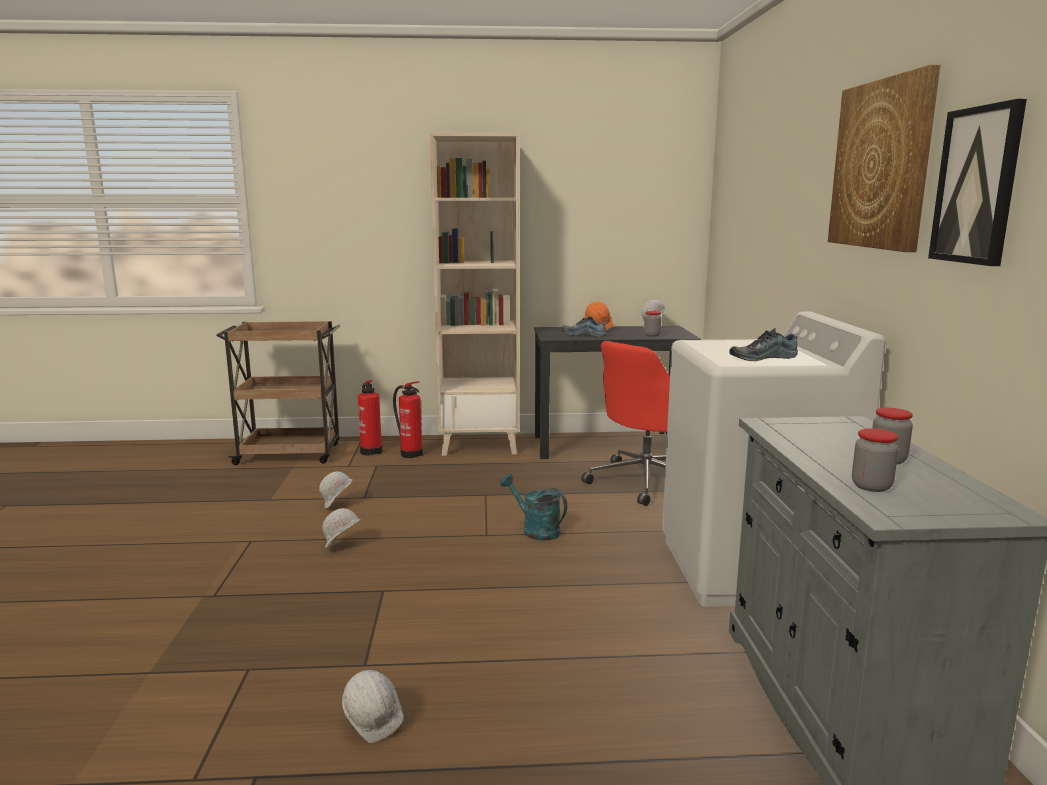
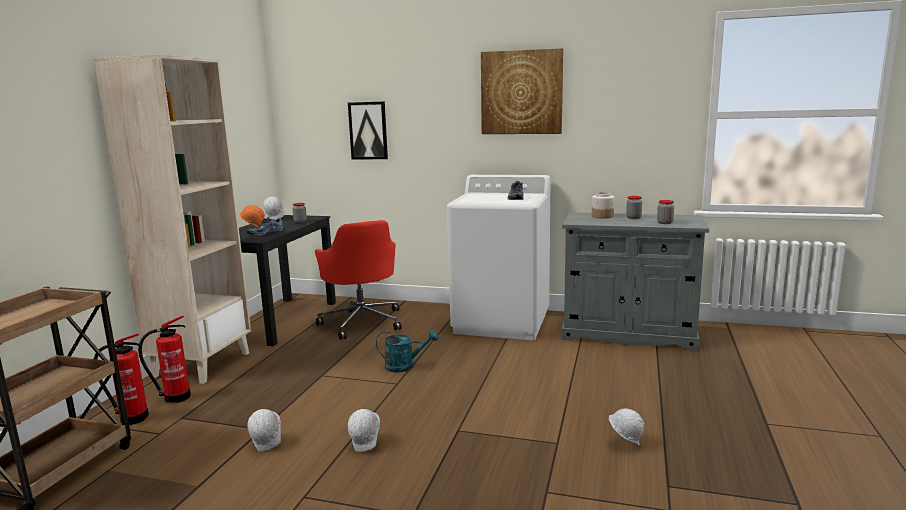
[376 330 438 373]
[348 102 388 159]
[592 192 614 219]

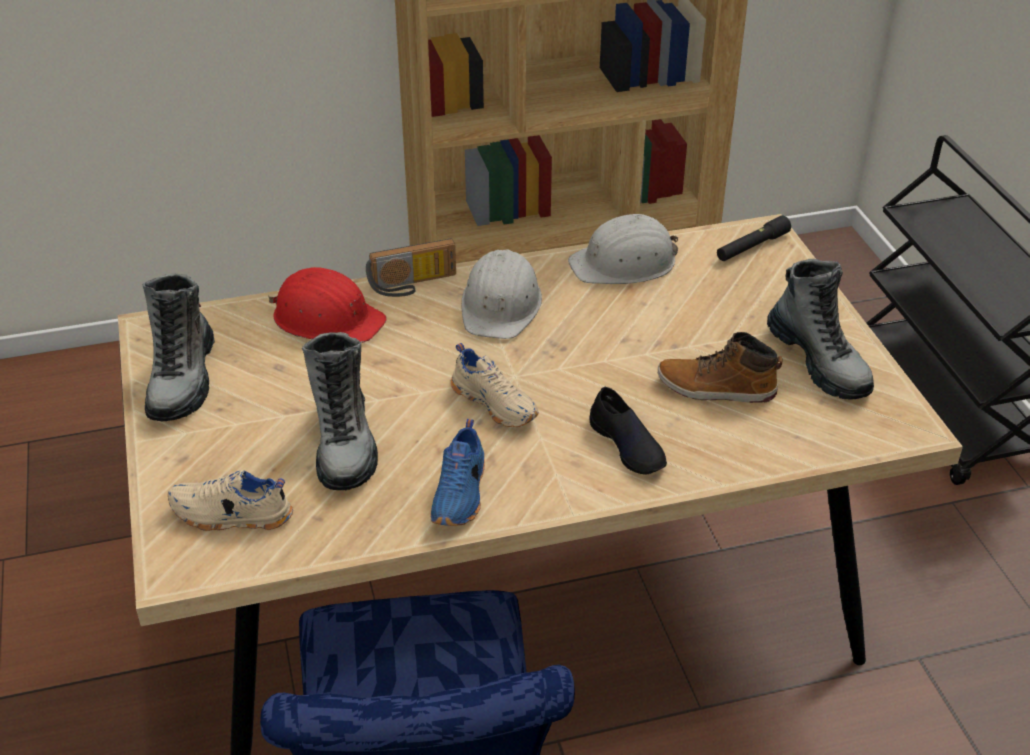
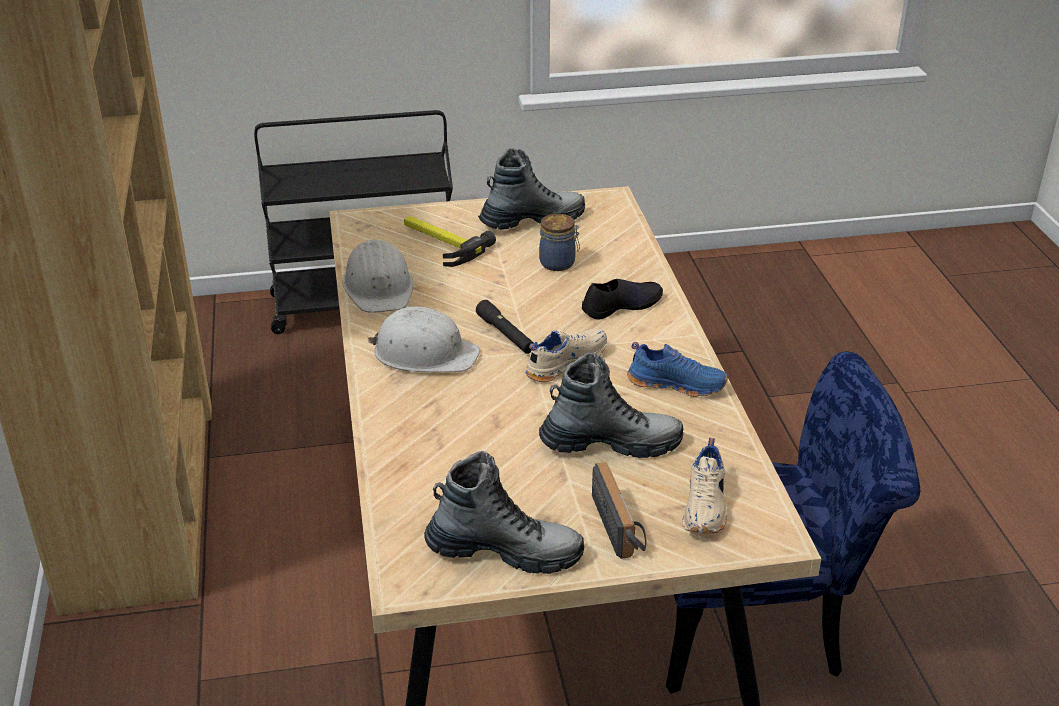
[268 267 387 343] (first image)
[592 462 646 559]
[539 214 580 271]
[476 300 534 354]
[404 216 496 267]

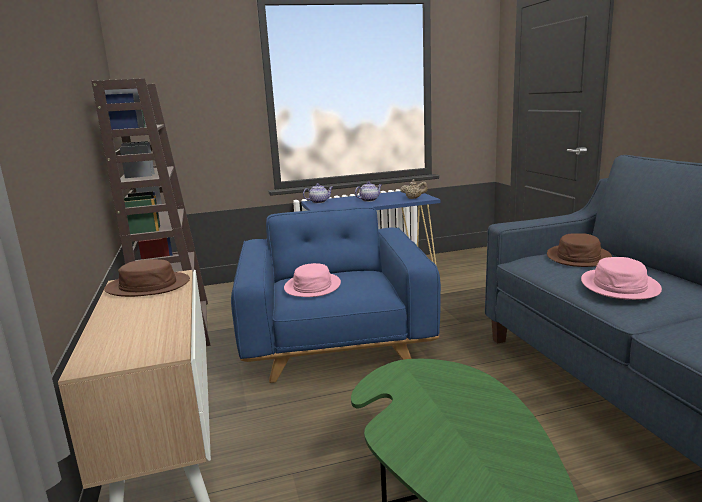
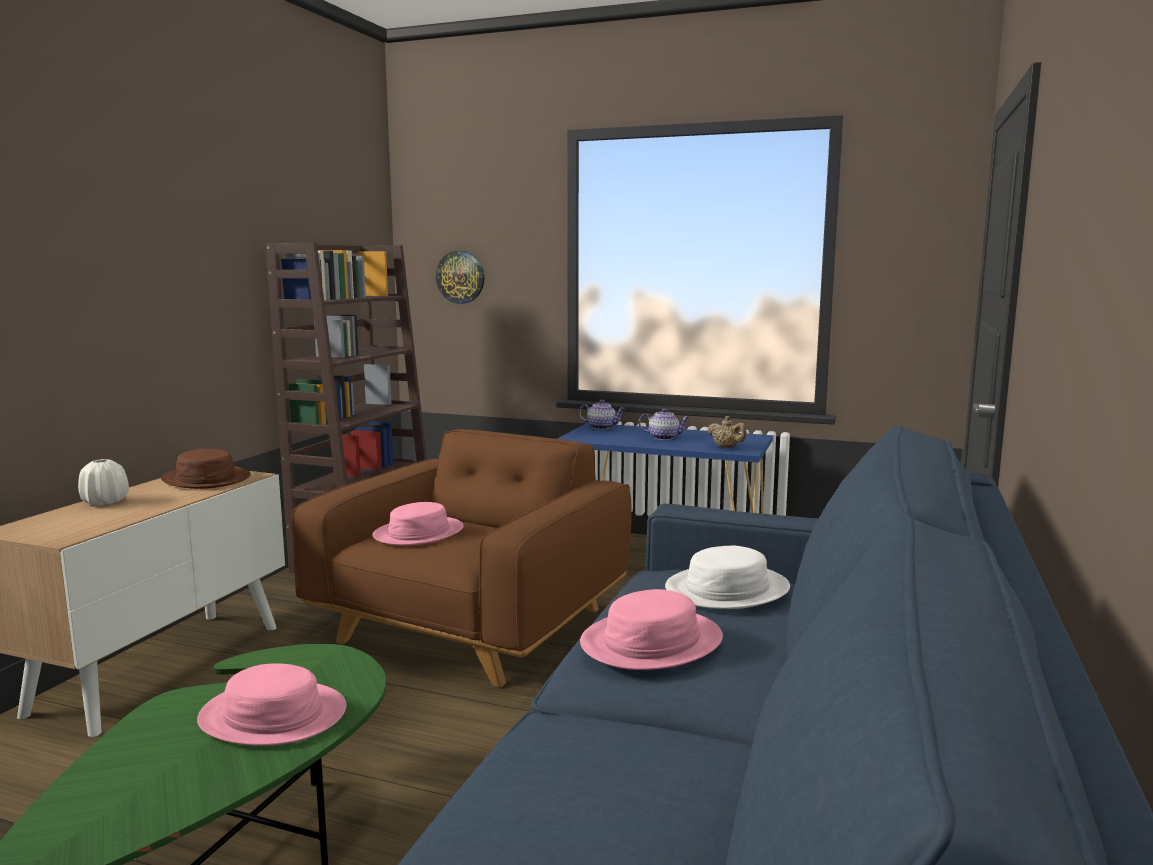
[292 429 632 687]
[665 546 790 609]
[78 459 129 505]
[197 663 346 746]
[436 251 485 304]

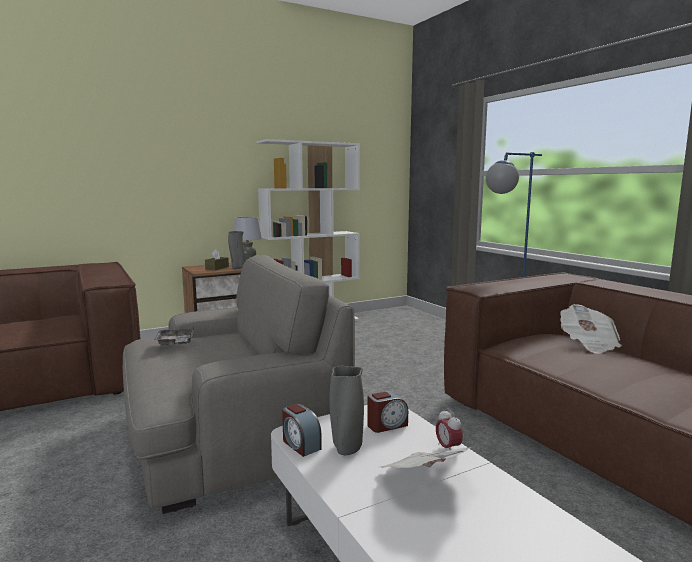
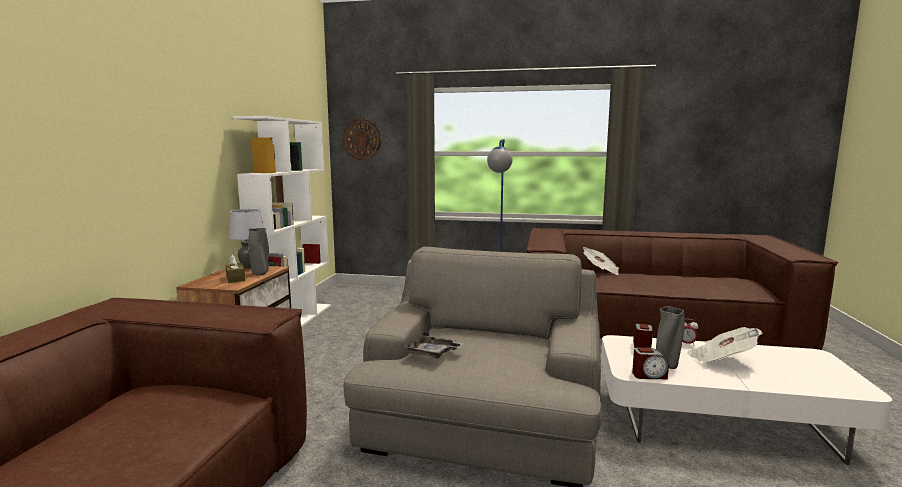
[343 119 381 160]

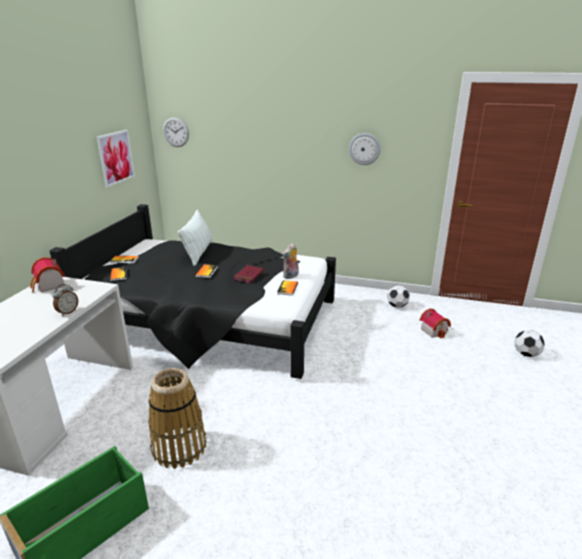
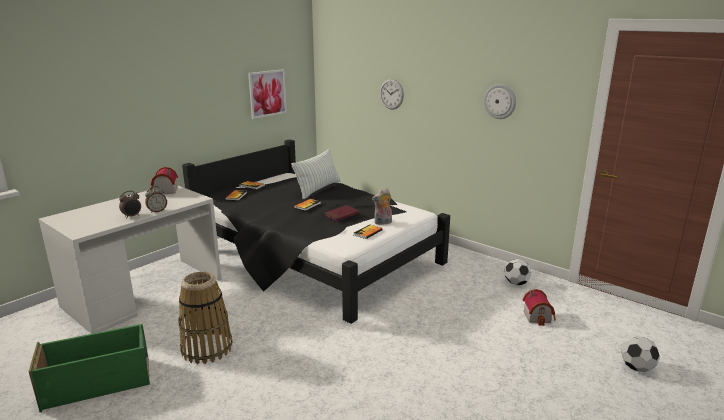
[380 79 404 109]
[119 191 141 219]

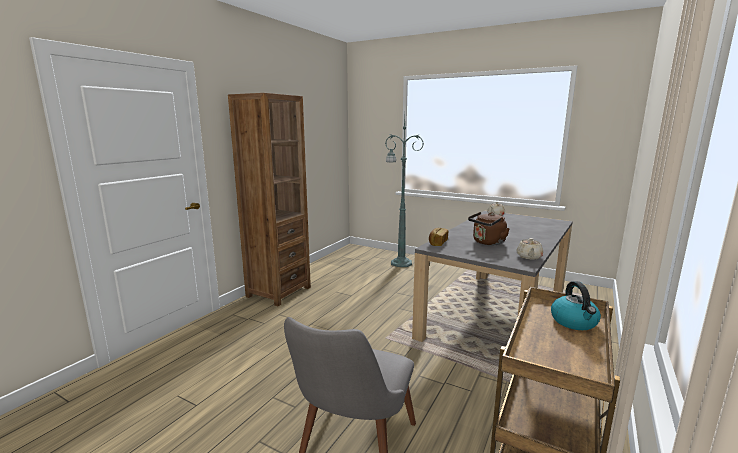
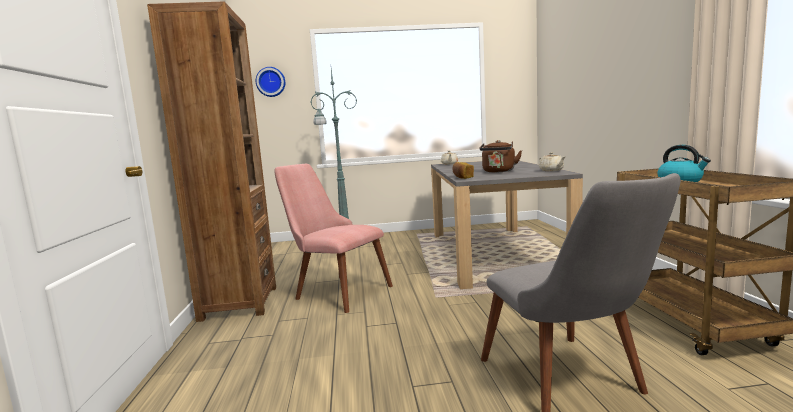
[256 67 285 97]
[274 164 393 313]

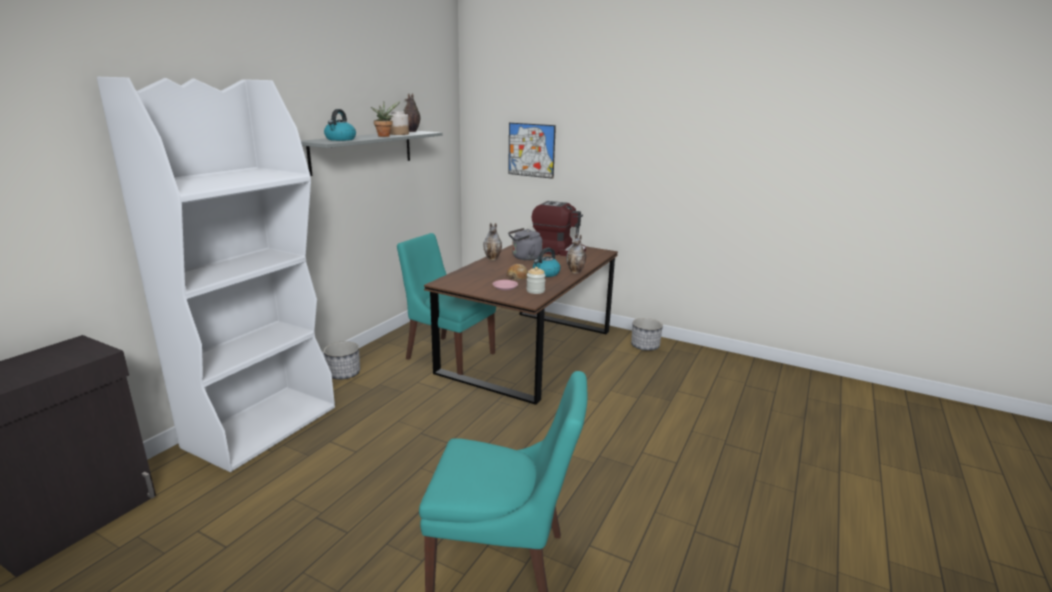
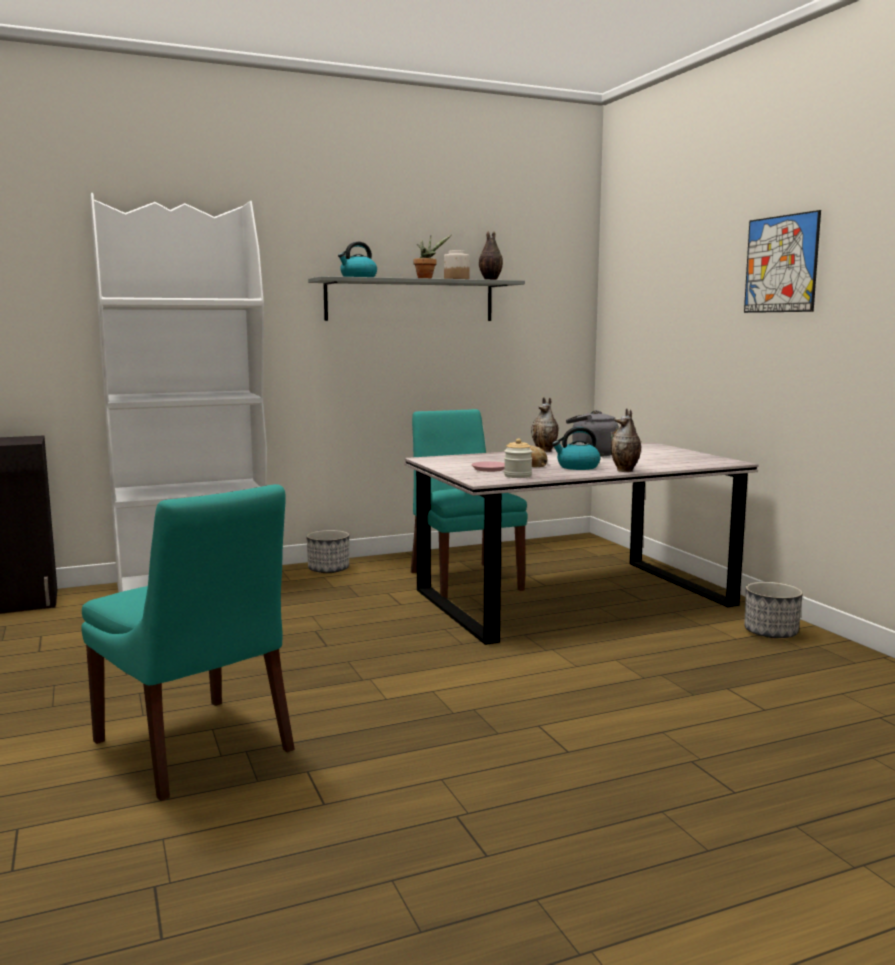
[404 442 759 645]
[744 210 821 313]
[532 201 586 256] (first image)

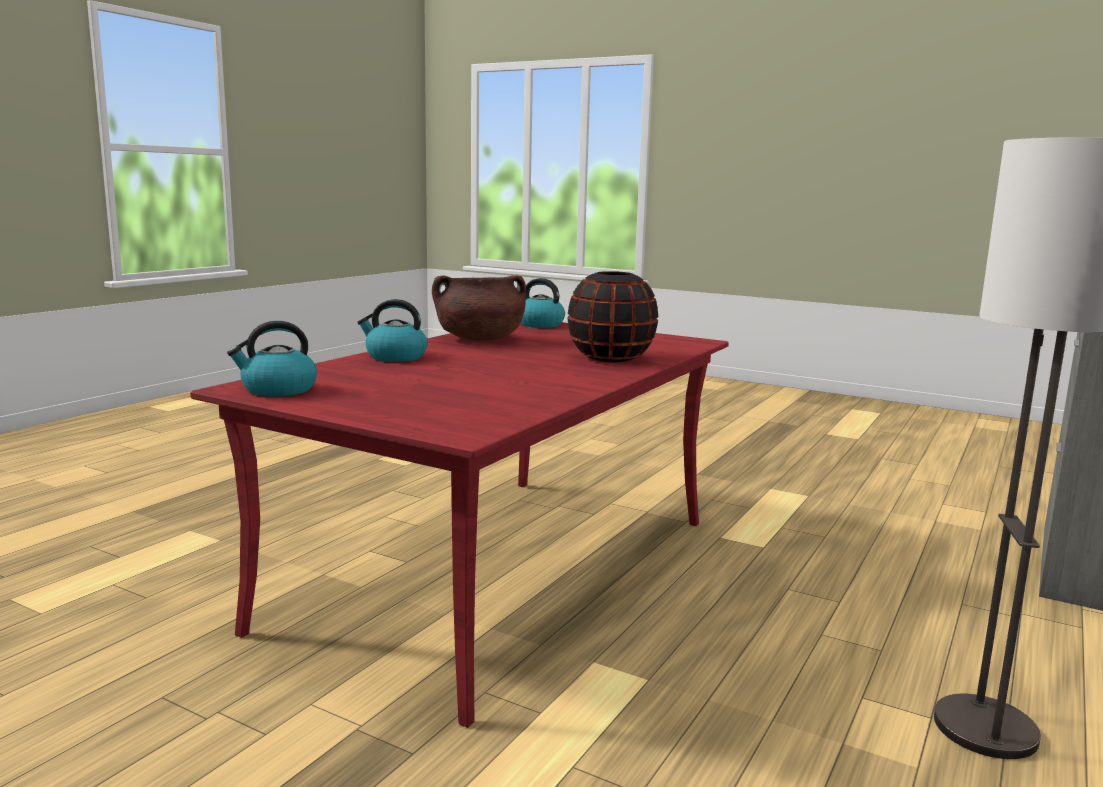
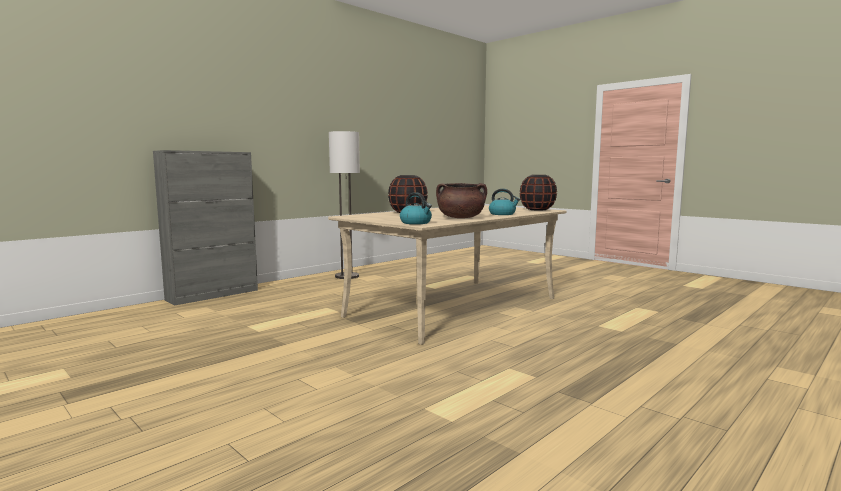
[328 205 567 345]
[520 175 557 211]

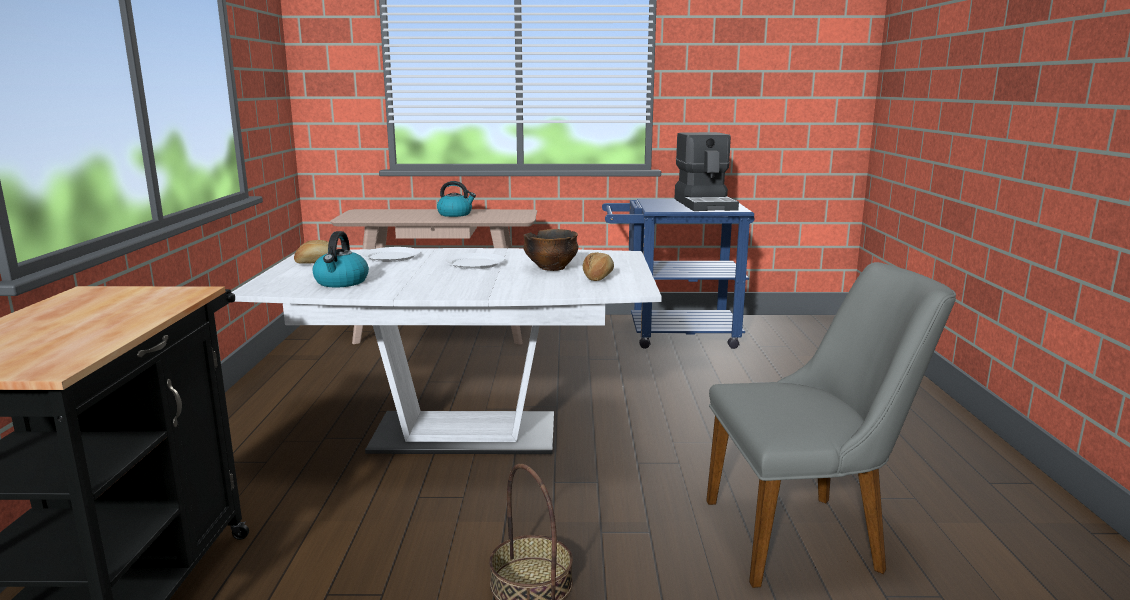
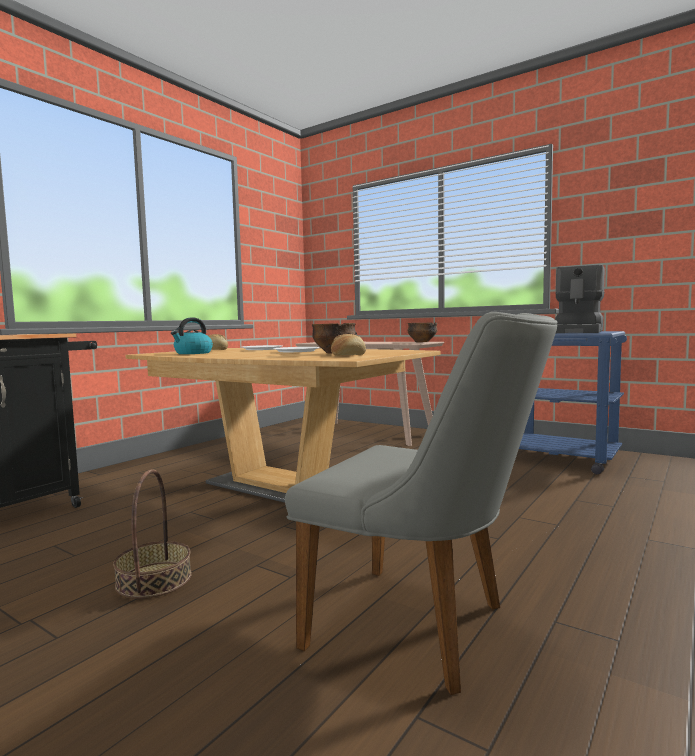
[125 348 440 503]
[437 181 476 217] (first image)
[407 322 438 342]

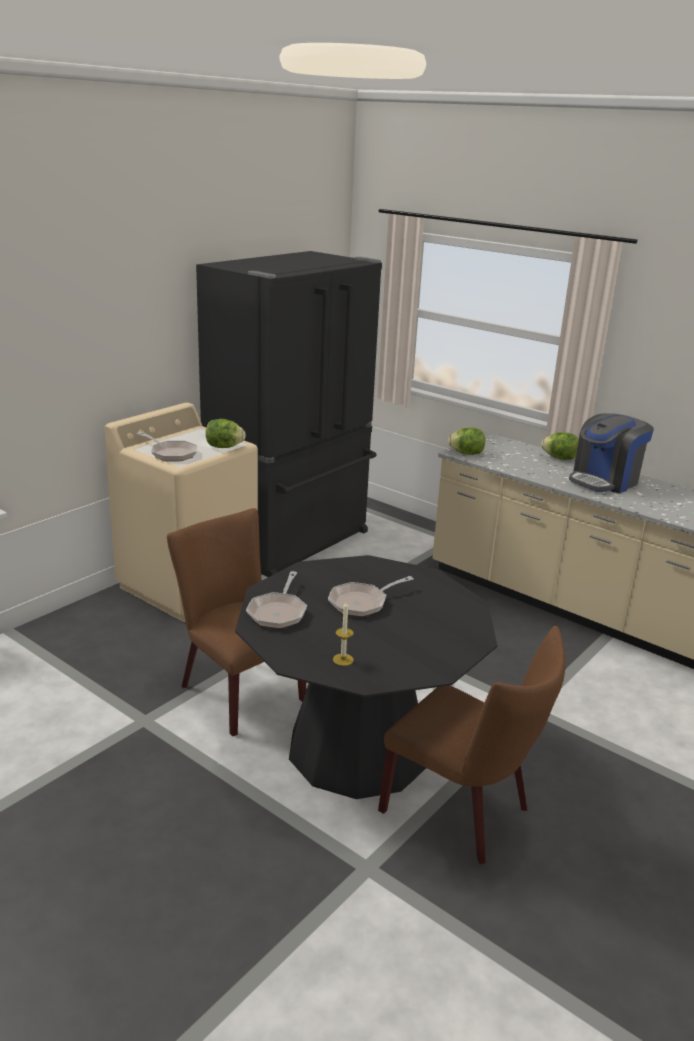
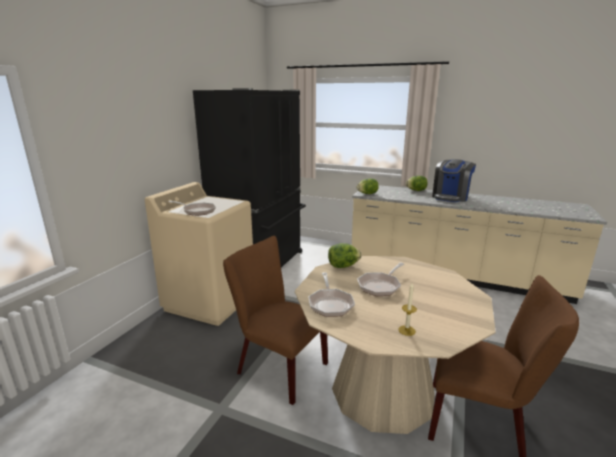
[328 243 361 268]
[295 256 496 434]

